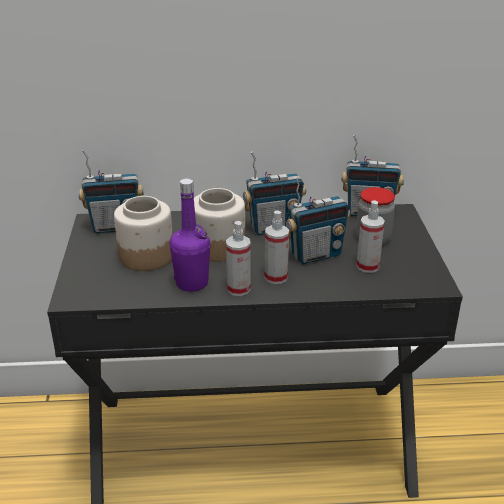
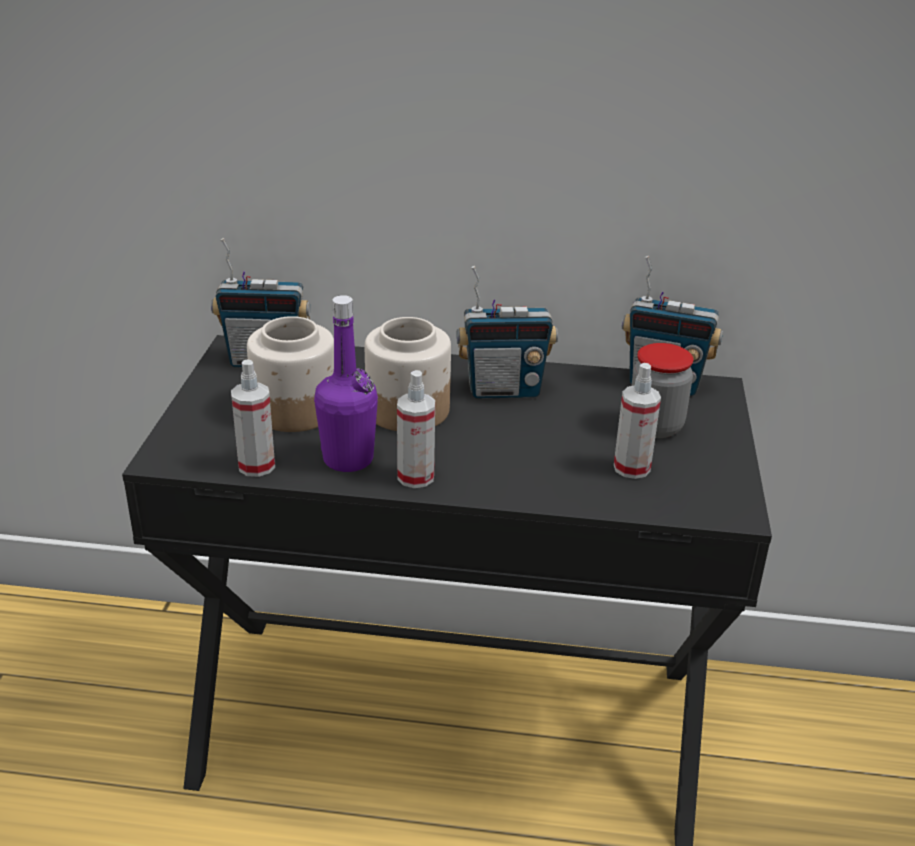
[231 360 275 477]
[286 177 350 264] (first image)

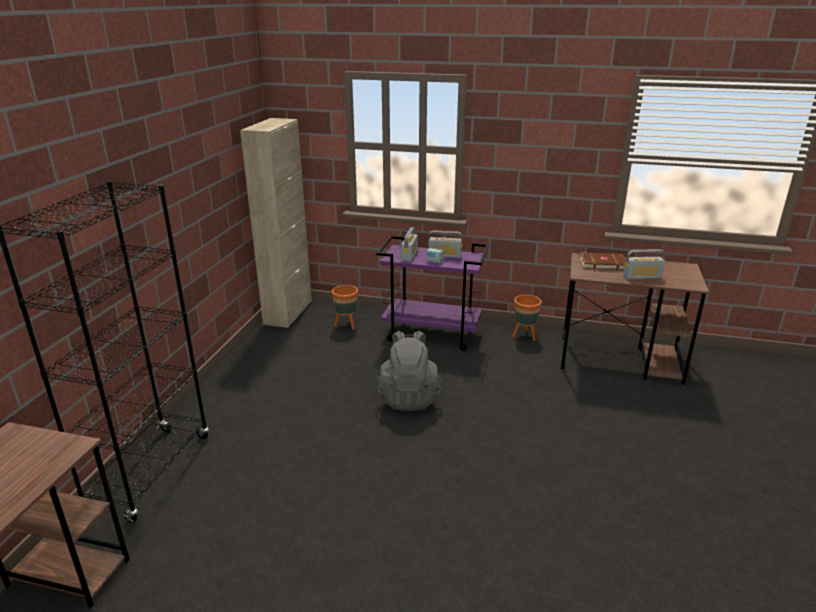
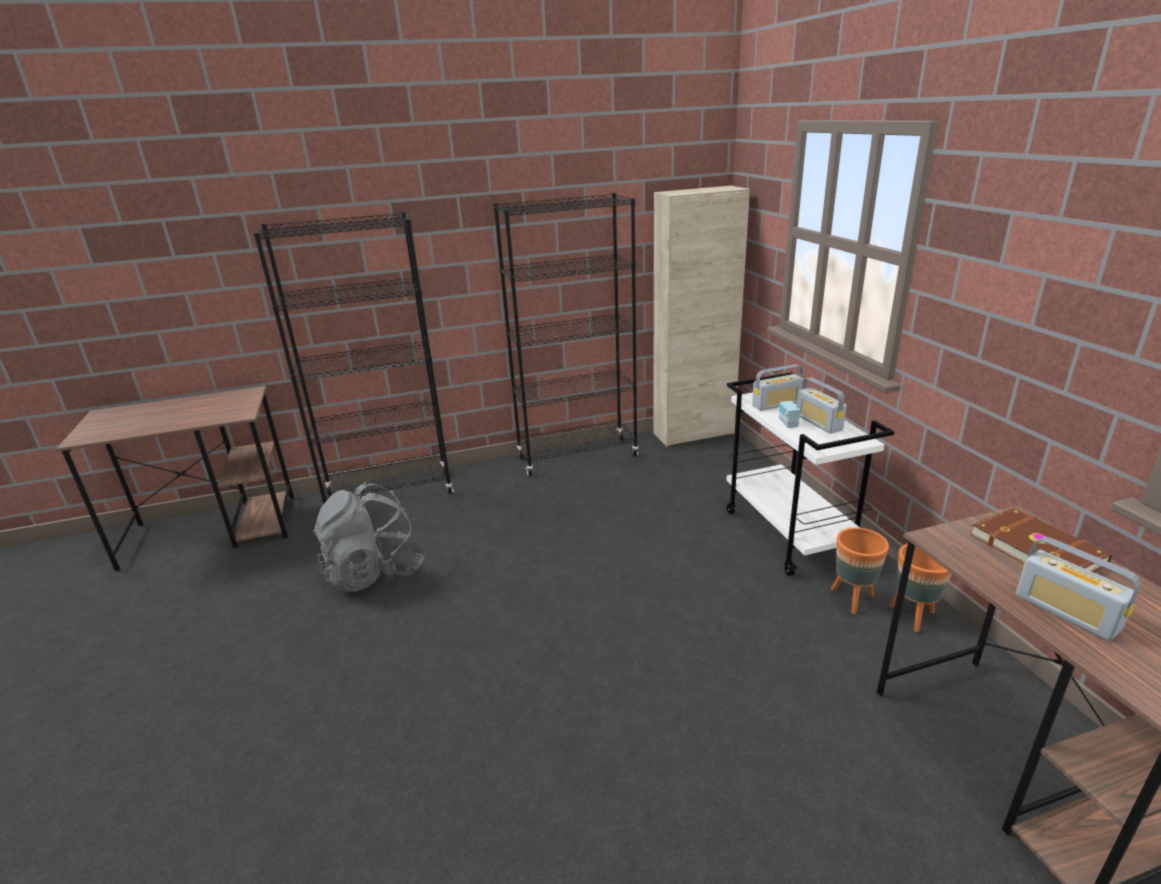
[831 528 889 614]
[726 372 894 576]
[313 482 424 593]
[493 193 638 477]

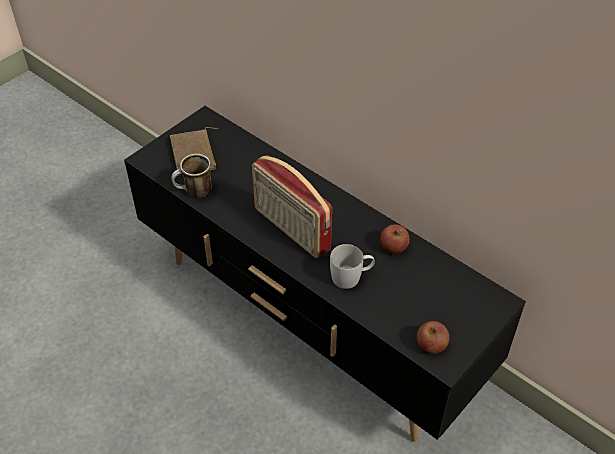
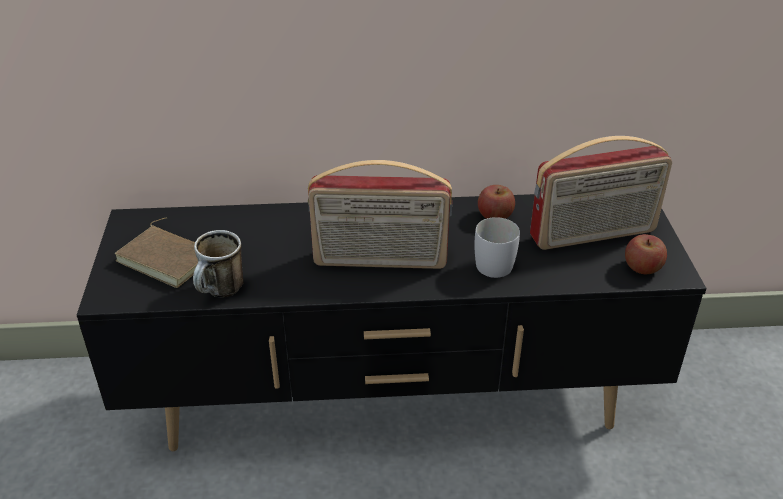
[530 136 672 250]

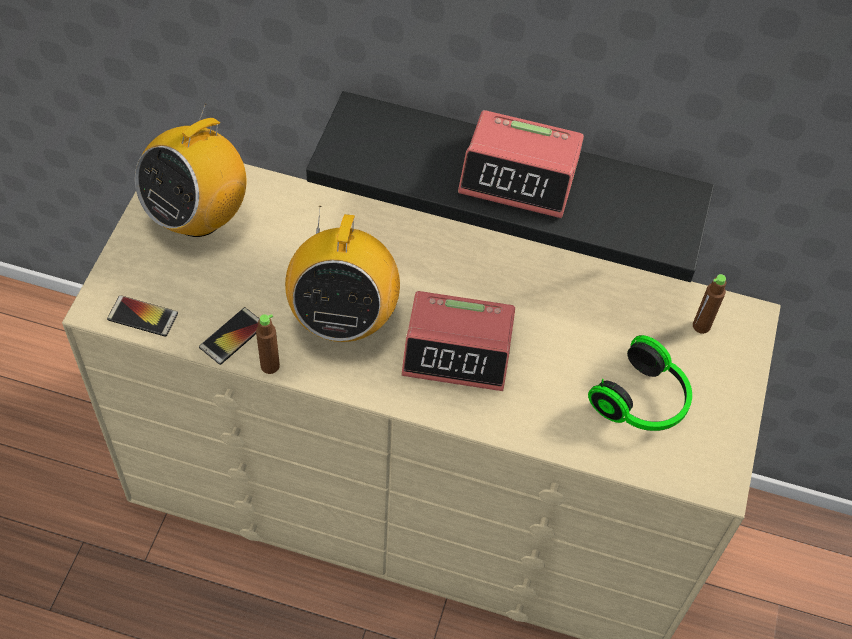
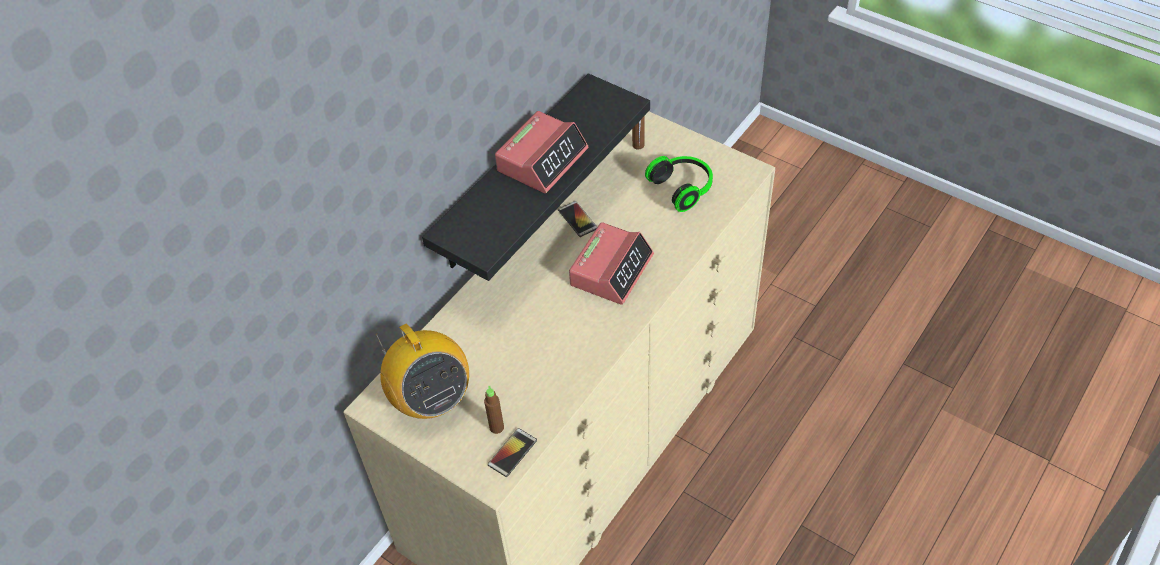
[558 201 597 237]
[484 386 504 434]
[285 206 400 342] (first image)

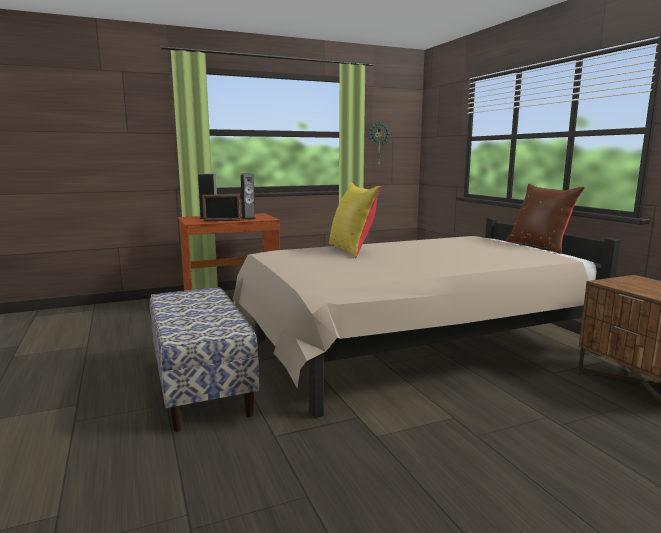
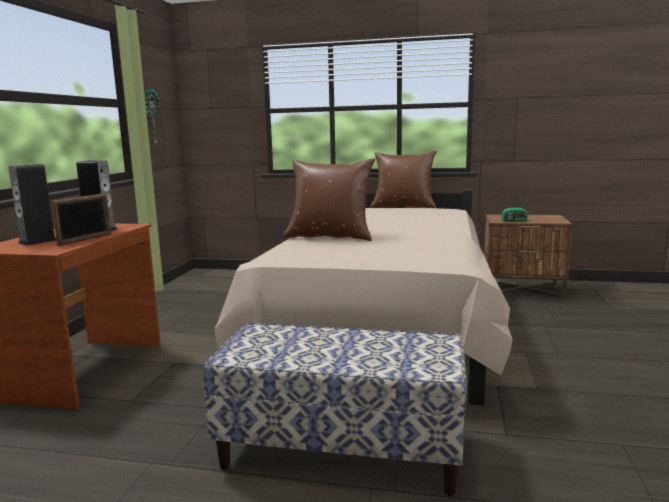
[283 158 375 241]
[502 197 529 222]

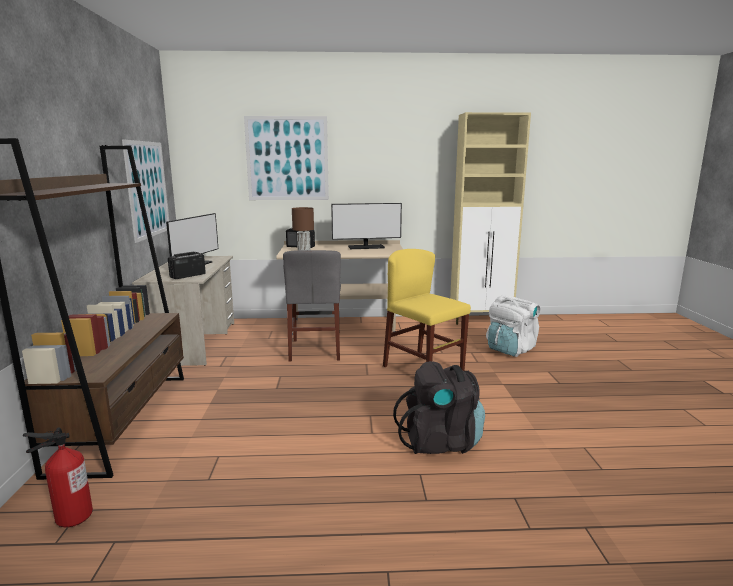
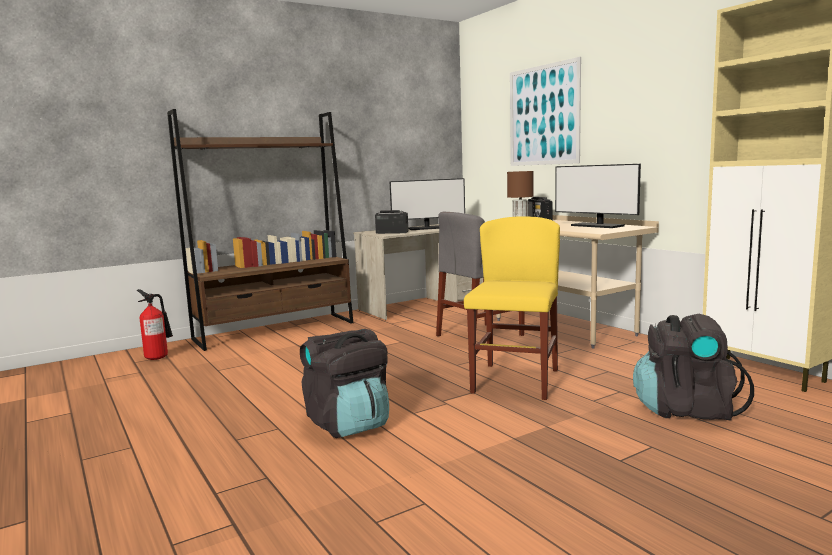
[122 139 169 243] (first image)
[633 314 754 421]

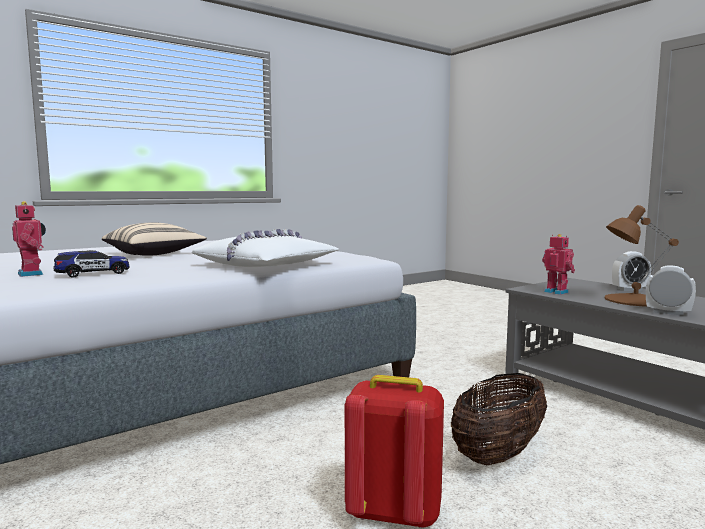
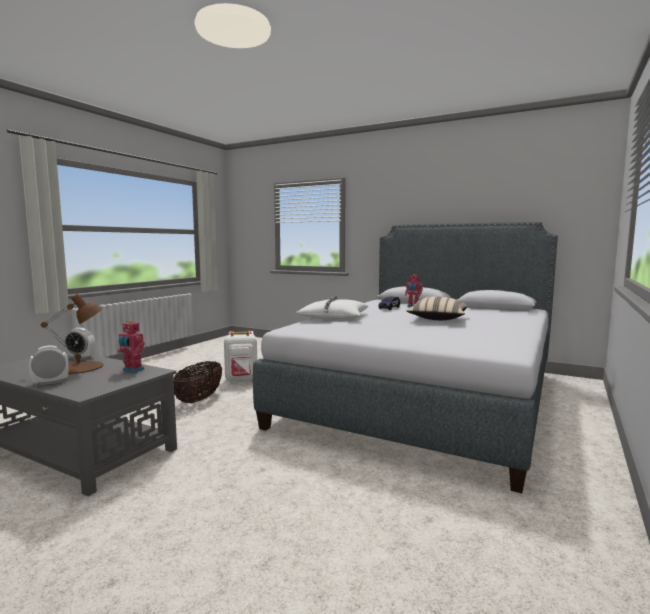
[224 331 257 382]

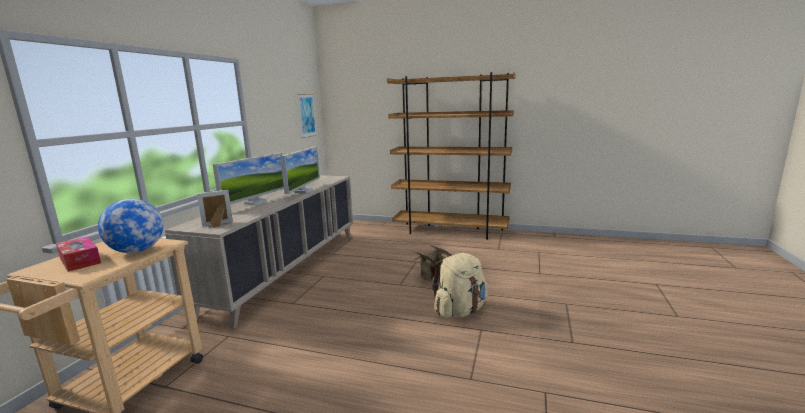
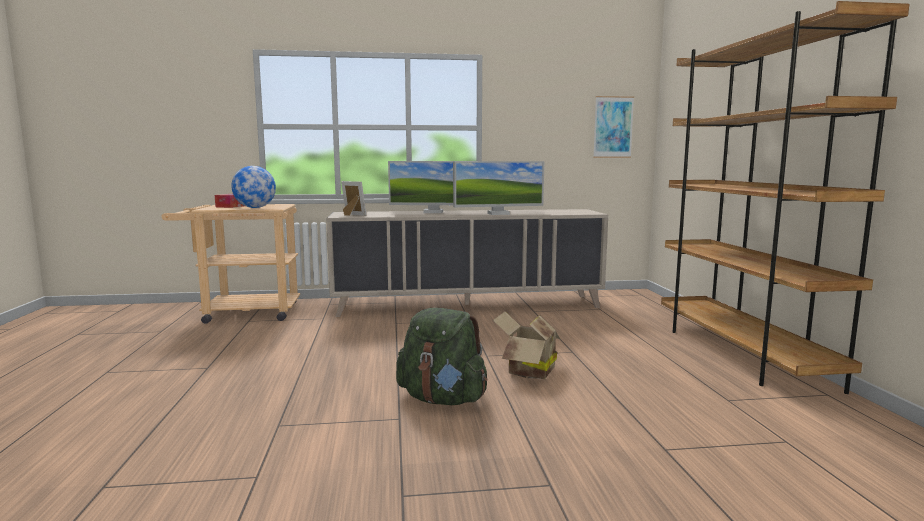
[396 307 487 405]

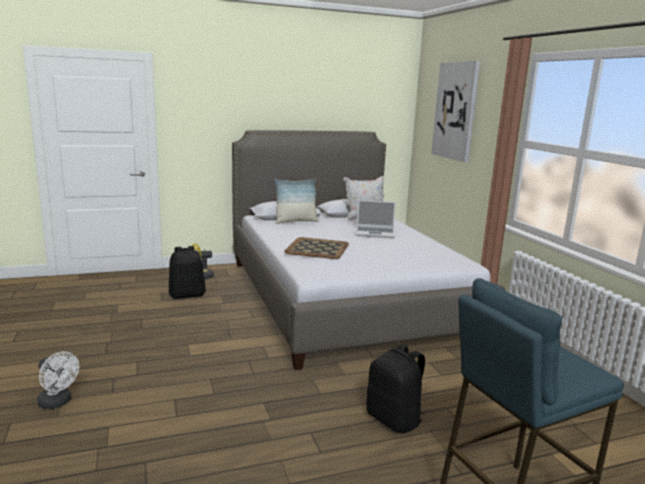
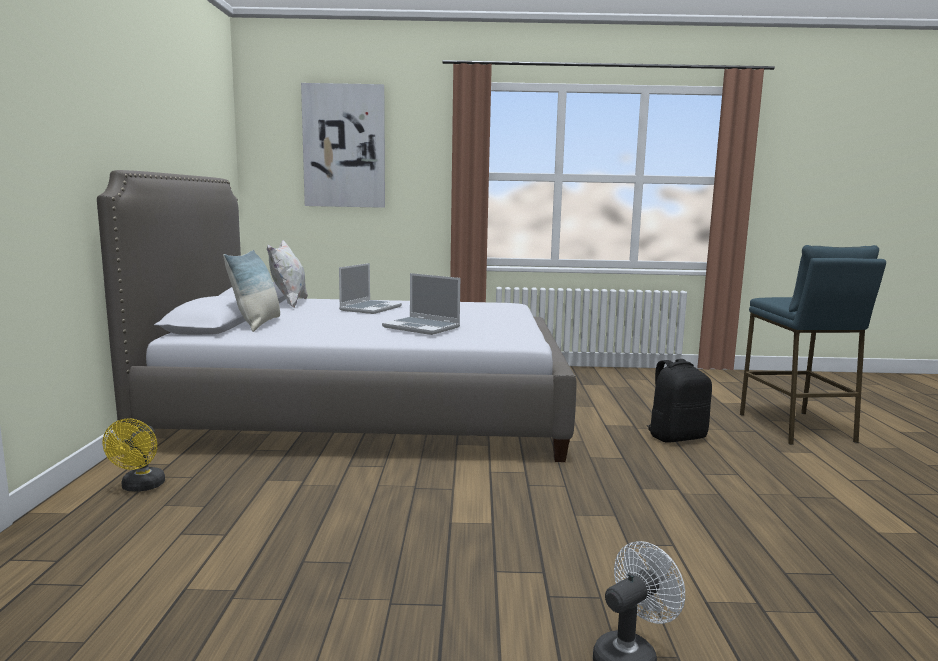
[169 246 206 299] (first image)
[382 273 460 335]

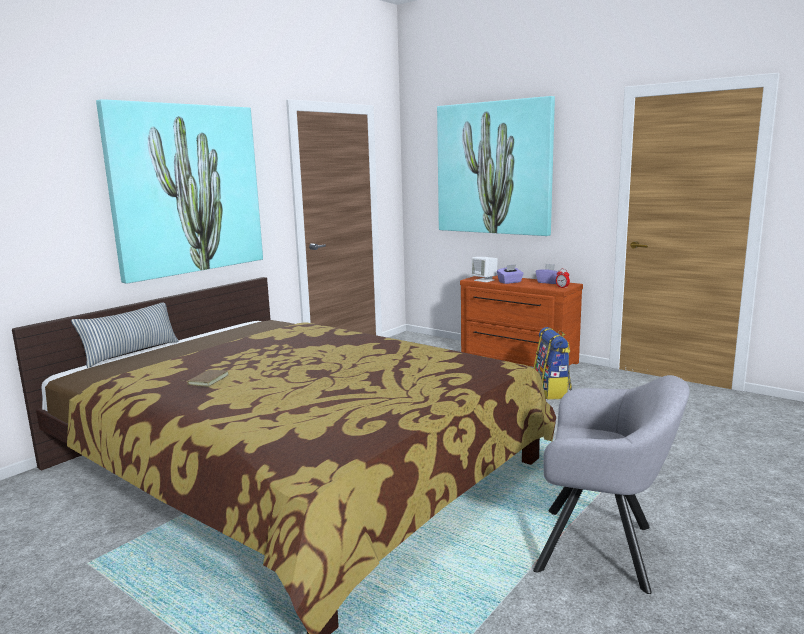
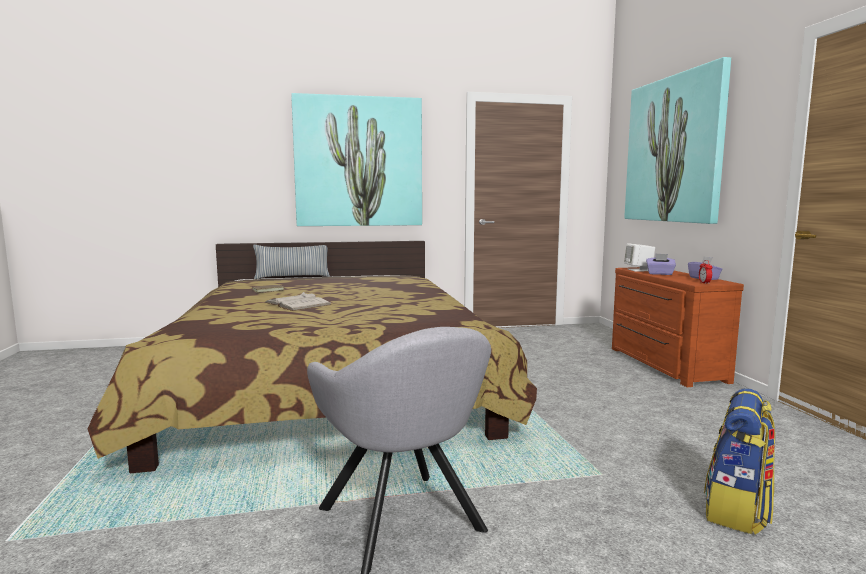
[704 388 776 535]
[264 292 332 311]

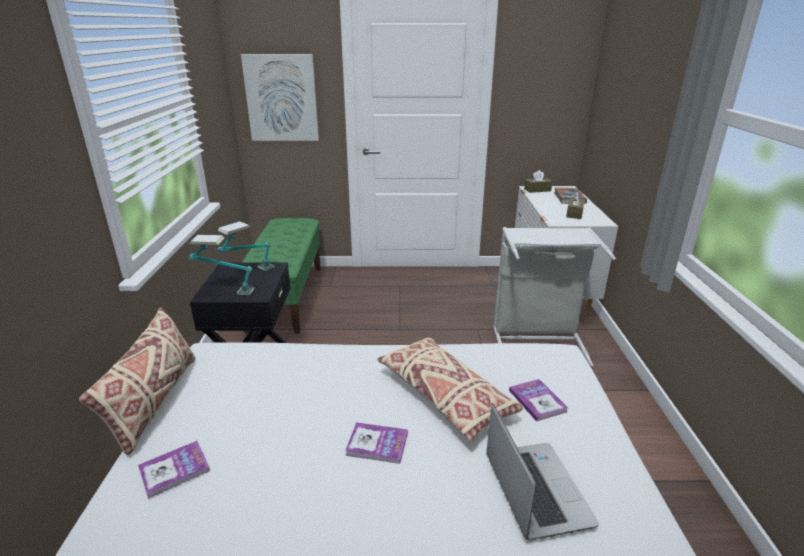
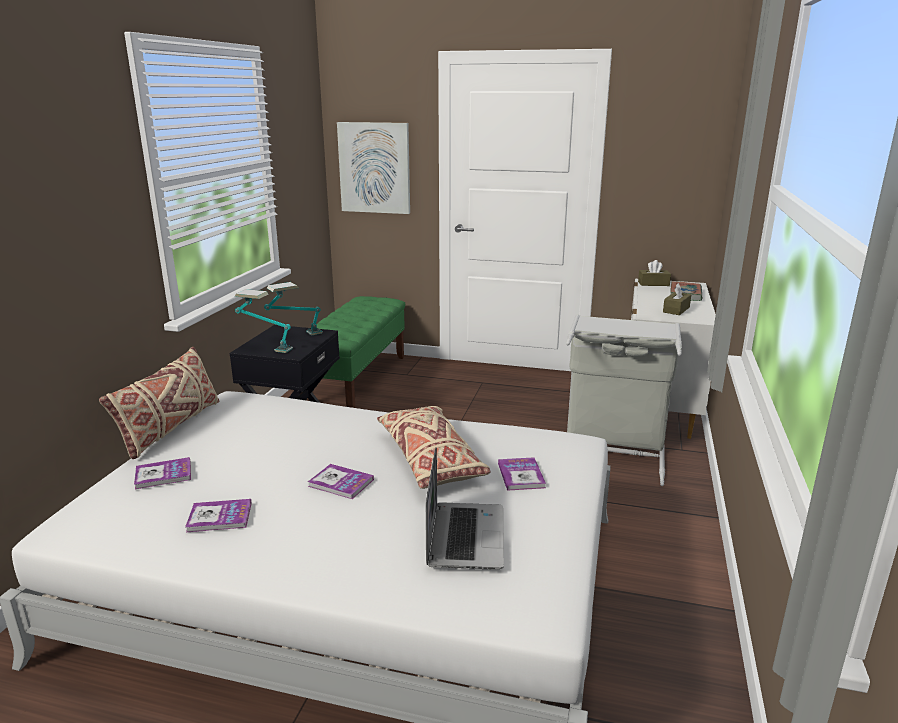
[185 499 252 532]

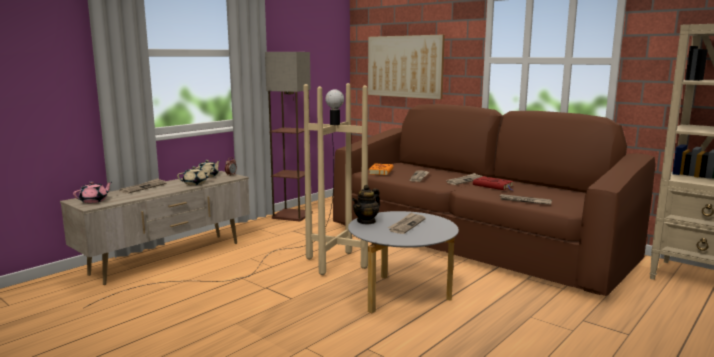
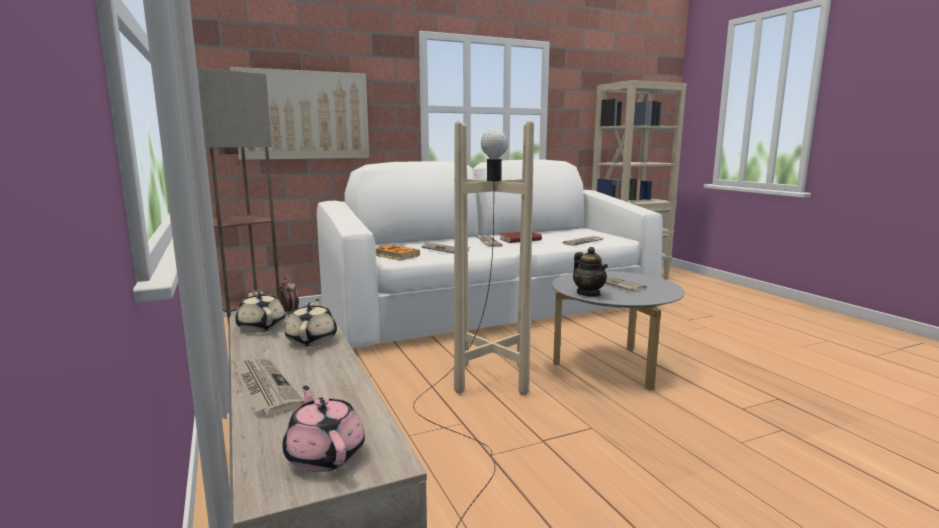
[317 159 663 348]

